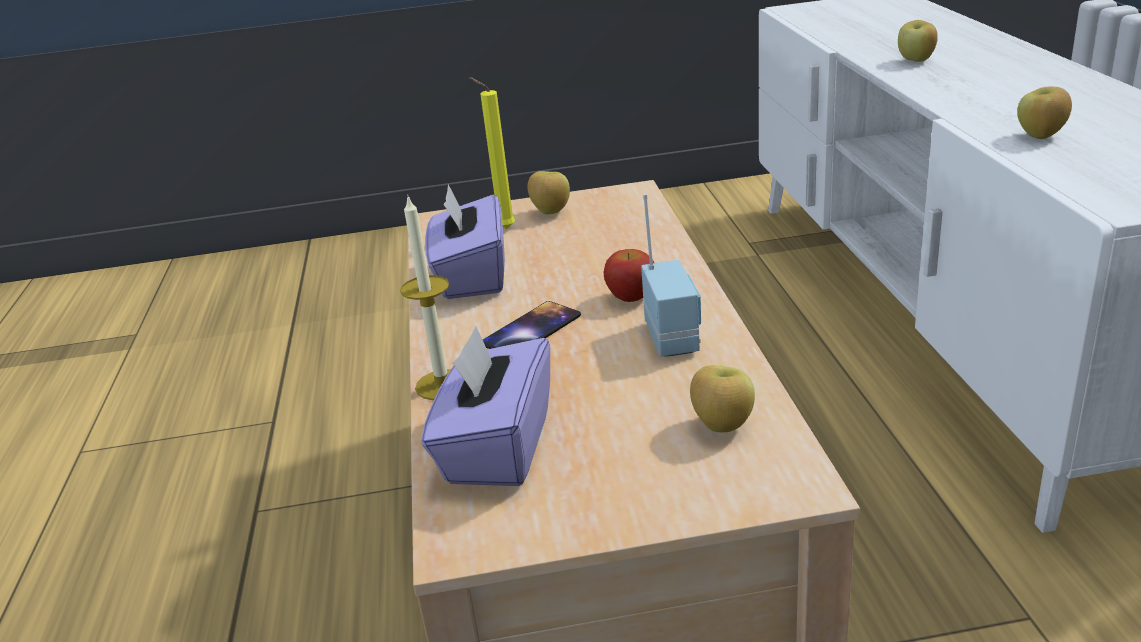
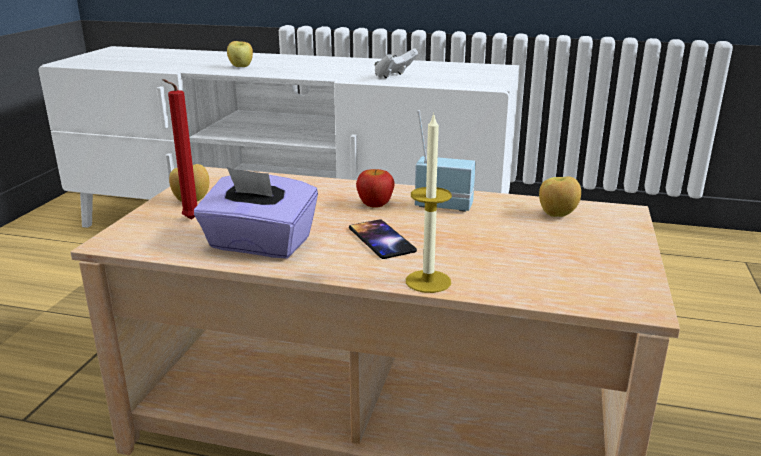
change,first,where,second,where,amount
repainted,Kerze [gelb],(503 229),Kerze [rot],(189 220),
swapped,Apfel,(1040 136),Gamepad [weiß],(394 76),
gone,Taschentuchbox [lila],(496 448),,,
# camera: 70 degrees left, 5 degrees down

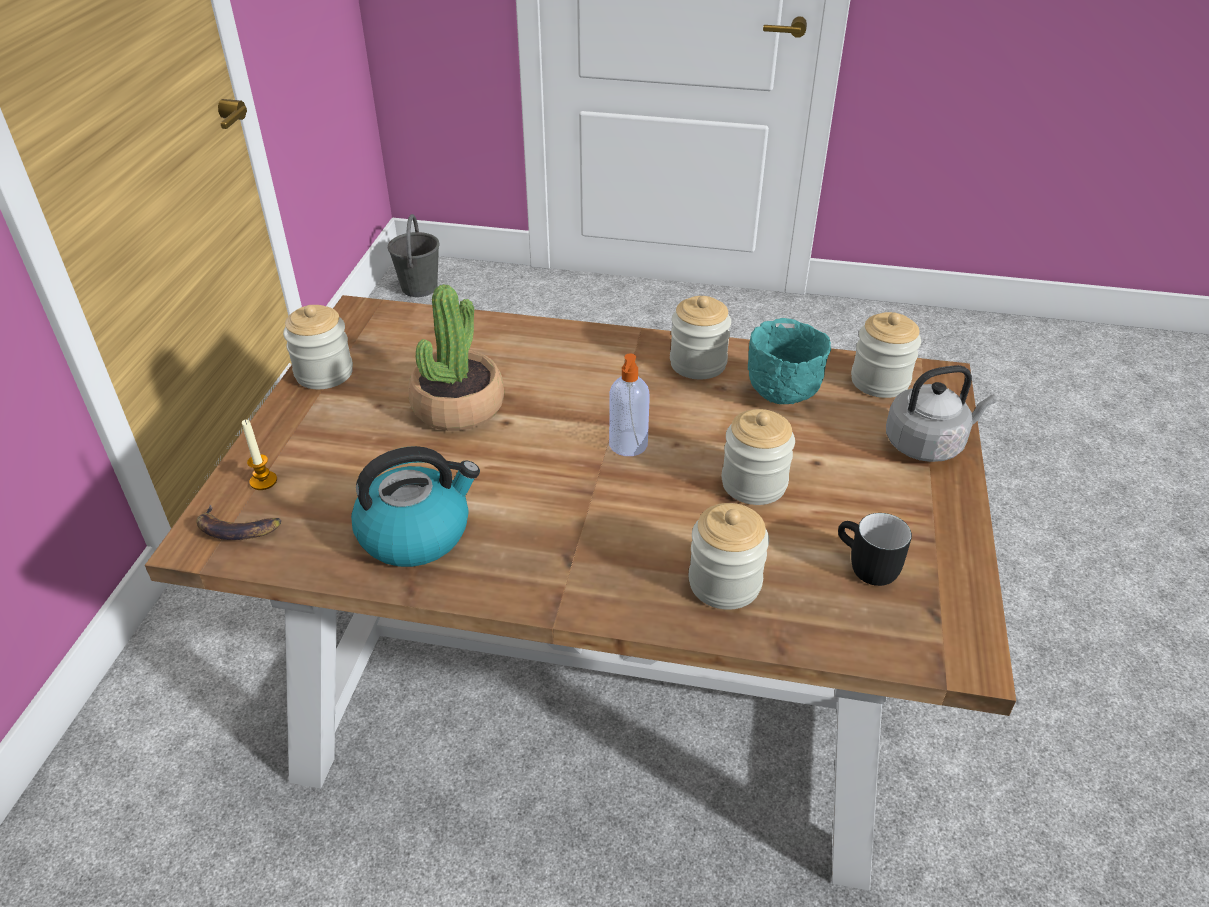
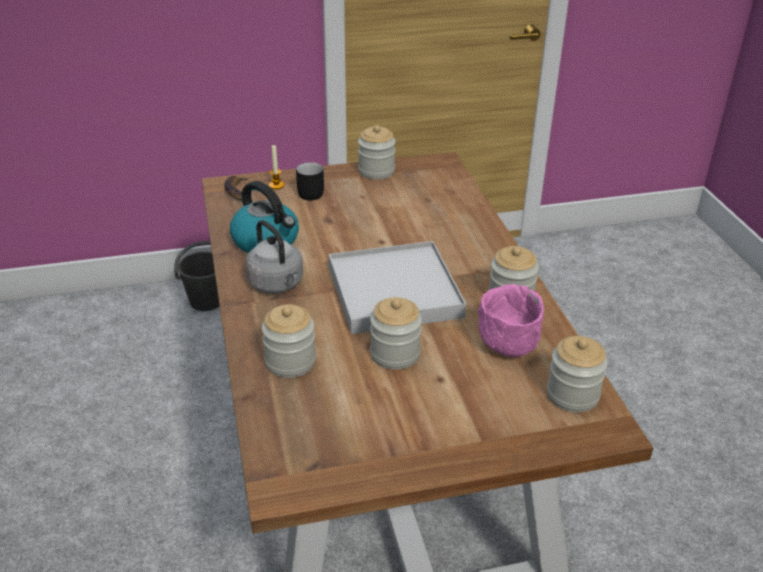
change,first,where,second,where,amount
shifted,Eimer [grau],(419 288),,(205 301),
gone,Topfpflanze,(458 406),,,
repainted,Schüssel [türkis],(781 394),Schüssel [rosa],(507 346),
swapped,Seifenspender,(628 445),Tablett [weiß],(394 292),
shifted,Wasserkessel [grau],(927 444),,(277 284),
shifted,Henkelbecher [schwarz],(865 567),,(310 192),
# camera: 65 degrees right, 5 degrees down

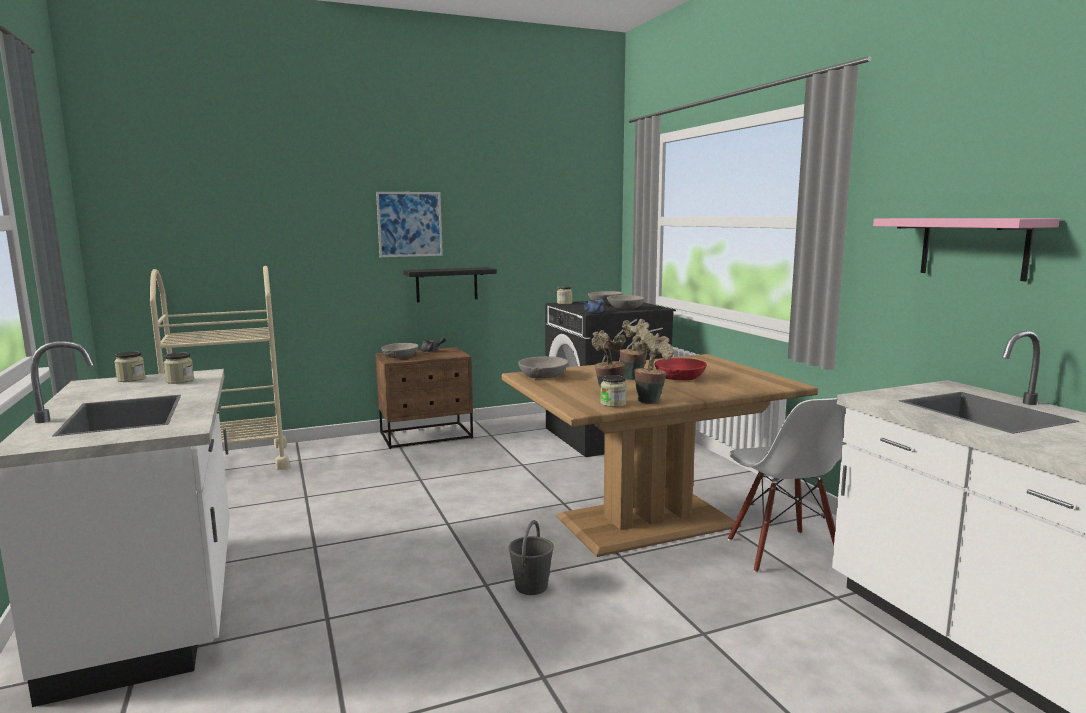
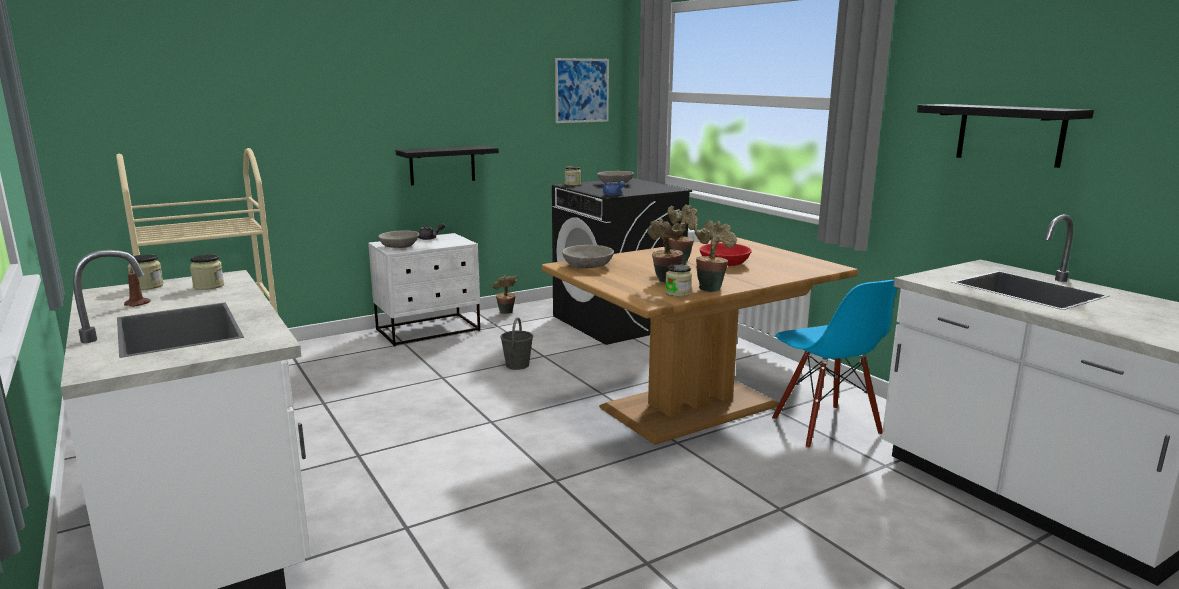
change,first,where,second,where,amount
shifted,Bild,(410 224),,(582 90),
repainted,Wandregal [rosa],(973 247),Wandregal [schwarz],(1010 134),
gone,Schüssel [grau],(625 308),,,
repainted,Nachttisch [braun],(427 436),Nachttisch [weiß],(429 330),
repainted,Stuhl [weiß],(782 551),Stuhl [blau],(825 427),
shifted,Eimer [grau],(531 587),,(517 365),
new,,,Kerze [braun],(138 303),
new,,,Topfpflanze,(506 313),
# camera: 10 degrees left, 5 degrees up

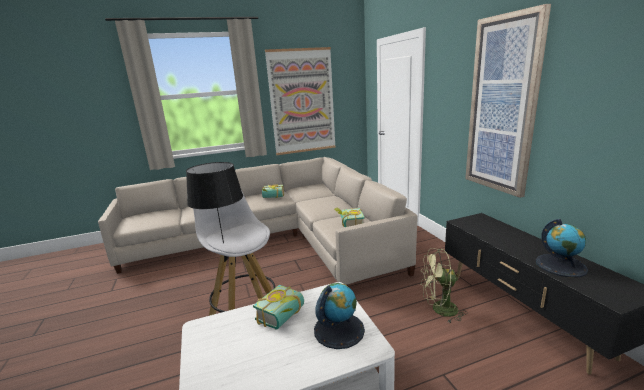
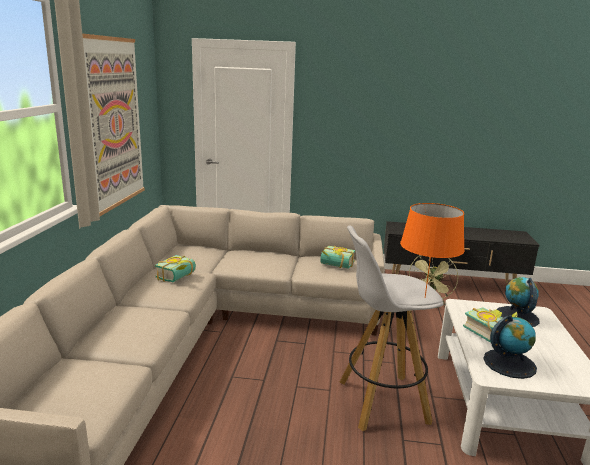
change,first,where,second,where,amount
gone,Bild,(502 106),,,
repainted,Tischlampe [schwarz],(223 243),Tischlampe [orange],(425 297),
shifted,Globus,(561 265),,(509 363),
# camera: 65 degrees left, 0 degrees up

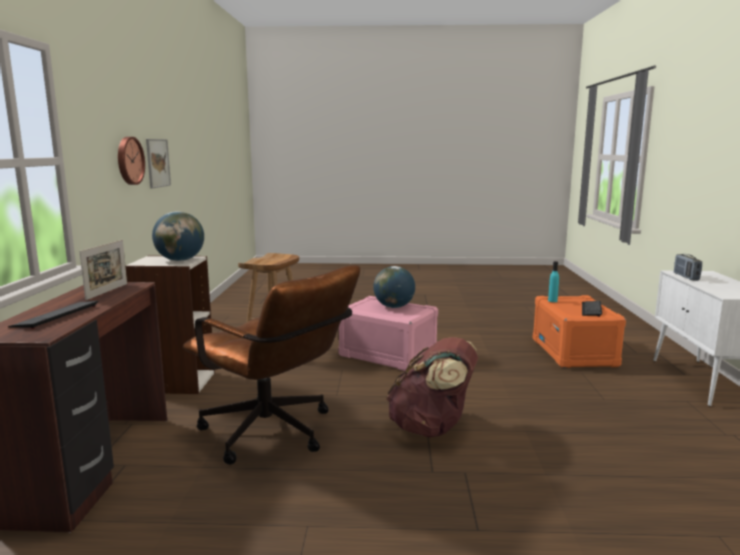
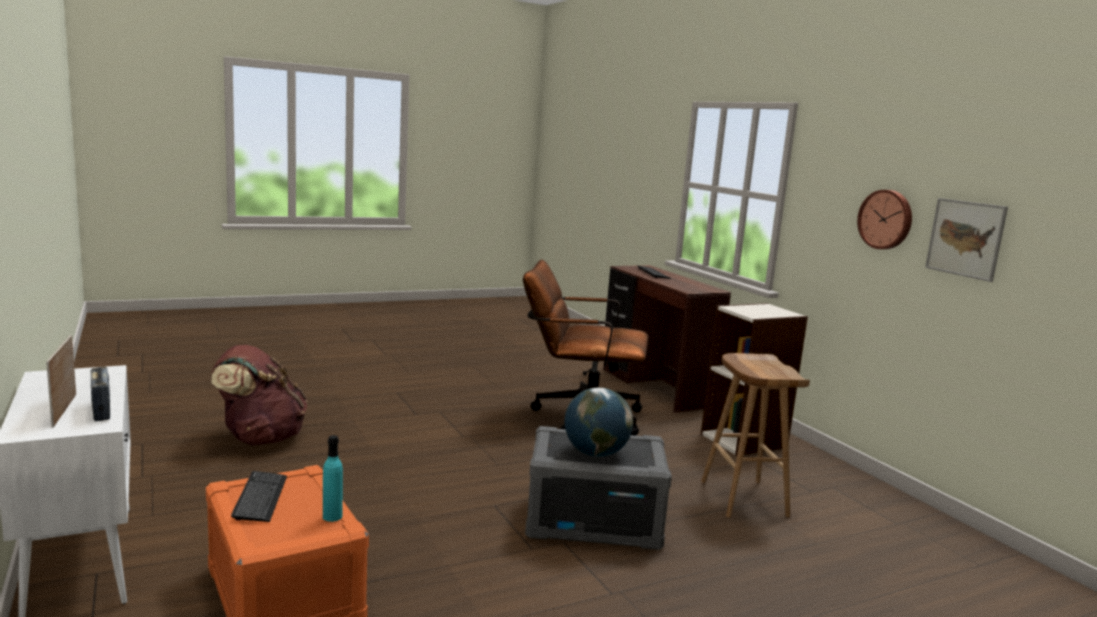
change,first,where,second,where,amount
gone,Globus,(180 260),,,
shifted,Bilderrahmen,(107 291),,(64 410),
repainted,Aufbewahrungsbox [rosa],(387 355),Aufbewahrungsbox [grau],(594 520),
shifted,Rucksack [braun],(432 428),,(260 438),
# camera: 150 degrees right, 0 degrees up

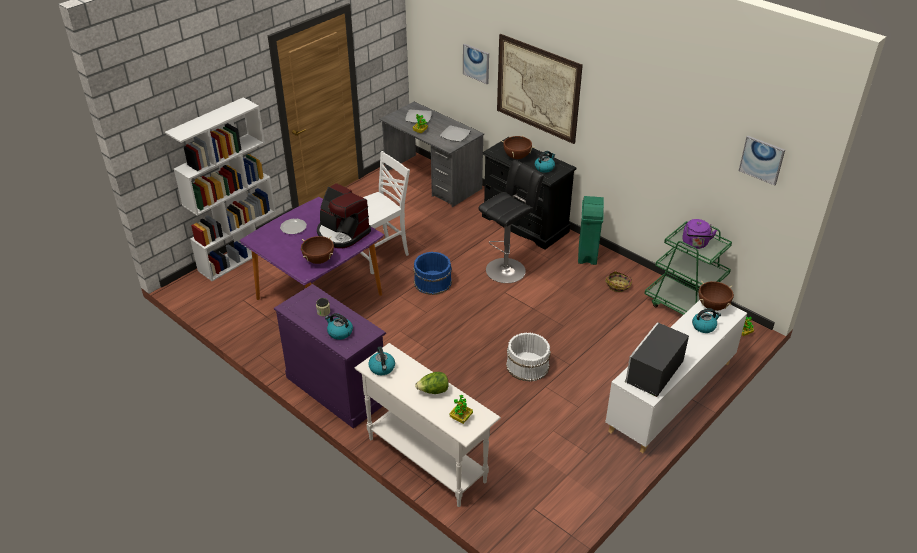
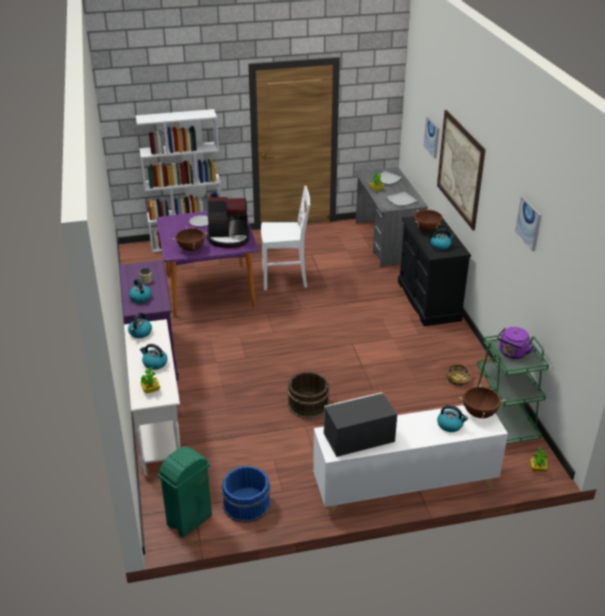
change,first,where,second,where,amount
shifted,Bild,(762 160),,(529 223),
gone,Hocker [schwarz],(507 269),,,
rotated,Kaffeemaschine,(342 233),,(229 237),75 degrees counterclockwise
shifted,Mülleimer [grün],(587 255),,(189 521),
shifted,Eimer [blau],(432 282),,(246 503),
repainted,Eimer [weiß],(527 366),Eimer [braun],(307 404),
swapped,Salatkopf,(433 391),Wasserkessel,(154 363),
# camera: 35 degrees right, 5 degrees down

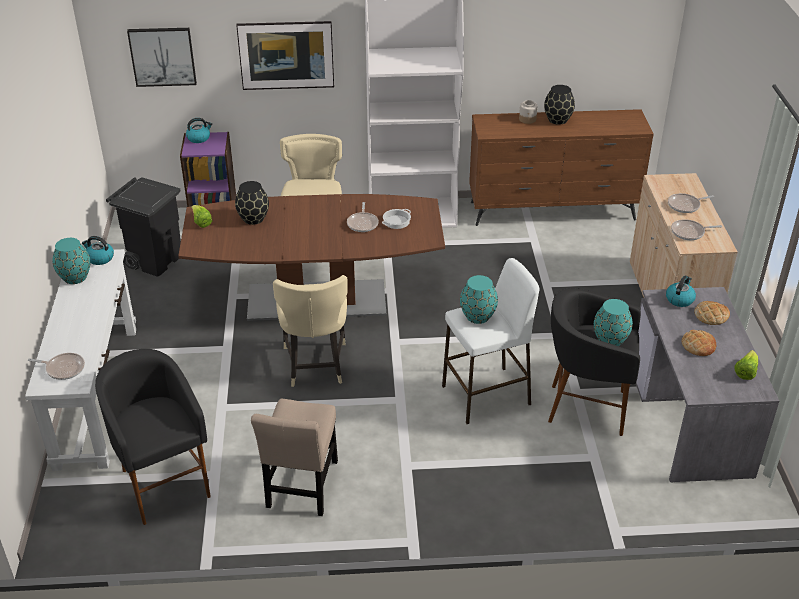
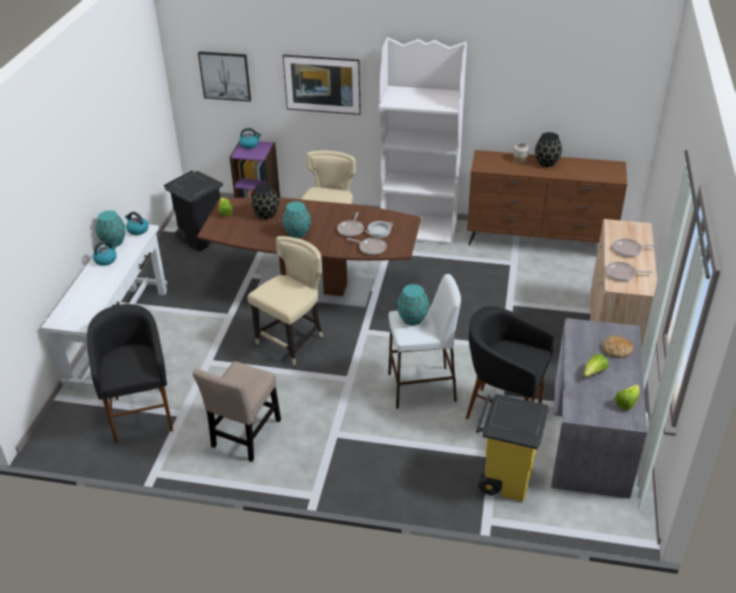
change,first,where,second,where,amount
rotated,Stuhl [beige],(315 365),,(292 340),150 degrees counterclockwise
shifted,Wasserkessel,(679 299),,(106 260),
shifted,Vase [türkis],(609 340),,(297 233),
swapped,Brot,(698 346),Salatkopf,(593 373),
shifted,Pfanne,(63 368),,(371 248),
new,,,Mülleimer [gelb],(505 478),
# camera: 15 degrees right, 0 degrees up

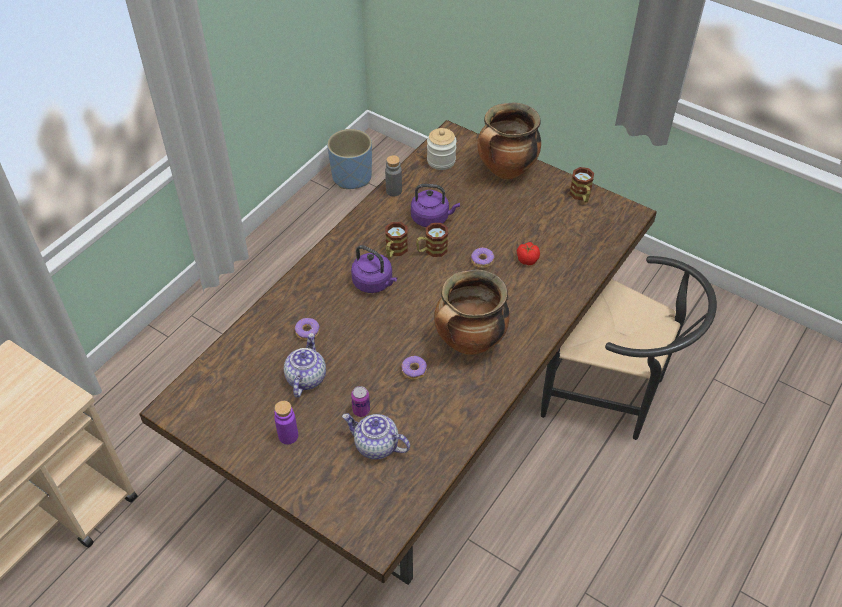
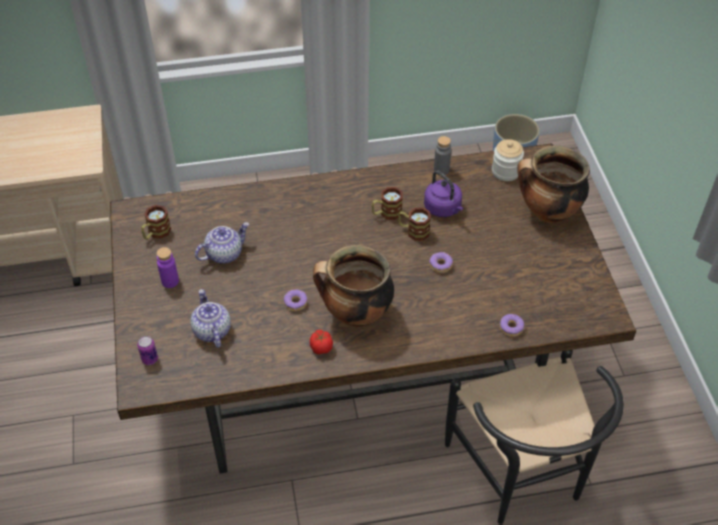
change,first,where,second,where,amount
shifted,Henkelbecher,(581 196),,(156 233),
shifted,Tomate,(527 259),,(321 347),
gone,Wasserkessel [lila],(374 283),,,
shifted,Donut,(307 332),,(511 328),
shifted,Dose,(361 410),,(150 359),
# camera: 45 degrees right, 0 degrees up

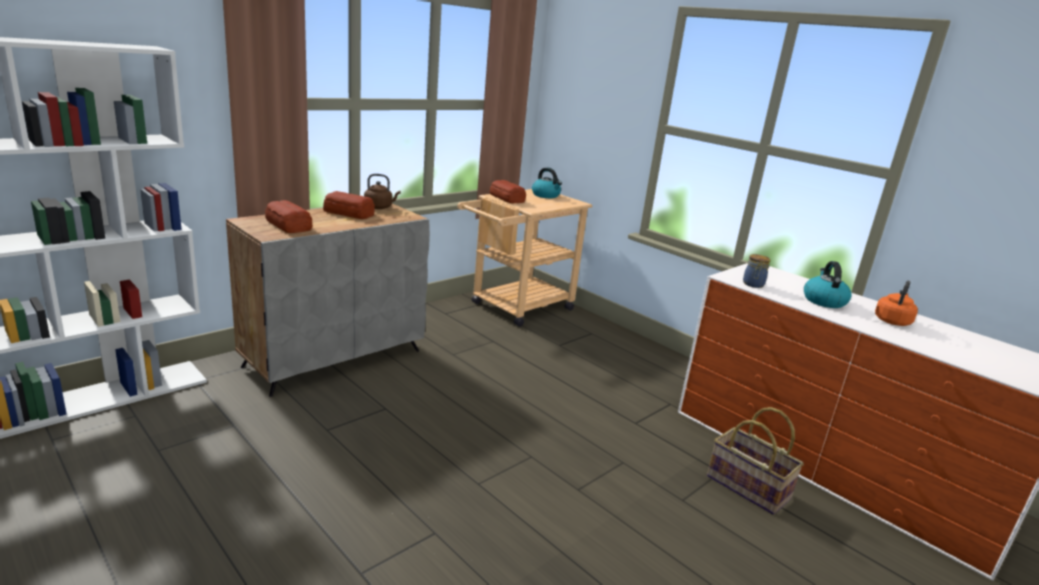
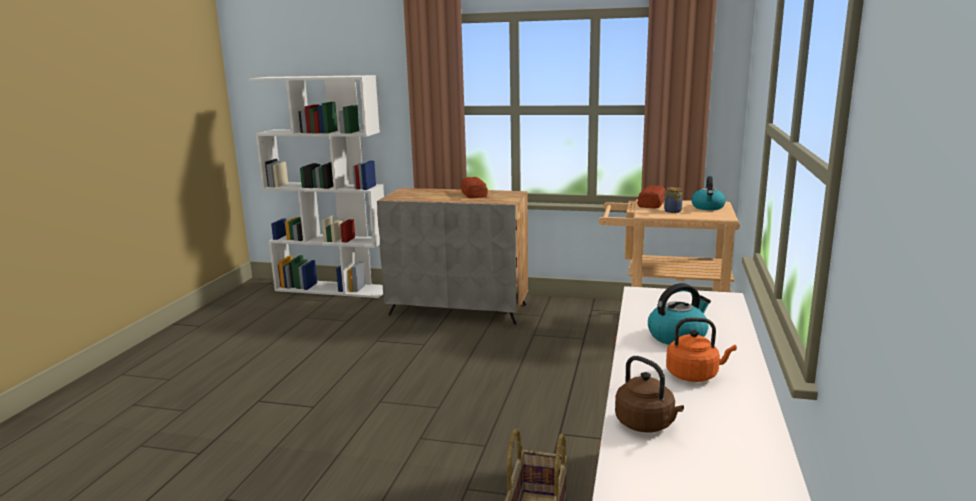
change,first,where,second,where,amount
shifted,Wasserkessel [braun],(380 207),,(647 424),
gone,Brot,(288 225),,,
shifted,Vorratsglas,(753 285),,(671 211),
# camera: 60 degrees right, 5 degrees down

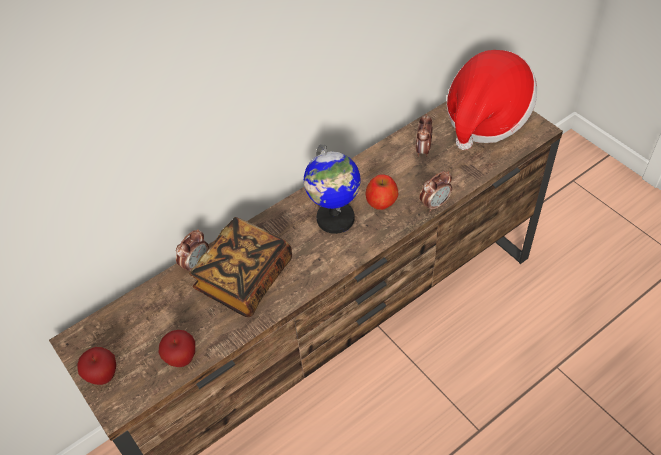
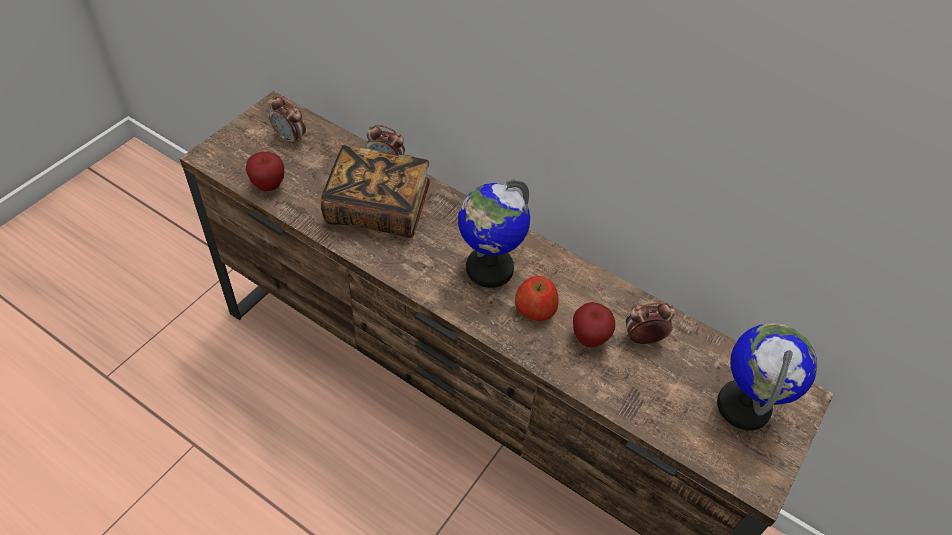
change,first,where,second,where,amount
swapped,Hut,(486 118),Globus,(744 406),
shifted,Wecker,(434 204),,(290 138),
shifted,Apfel,(103 376),,(589 338),
# camera: 65 degrees right, 0 degrees up

